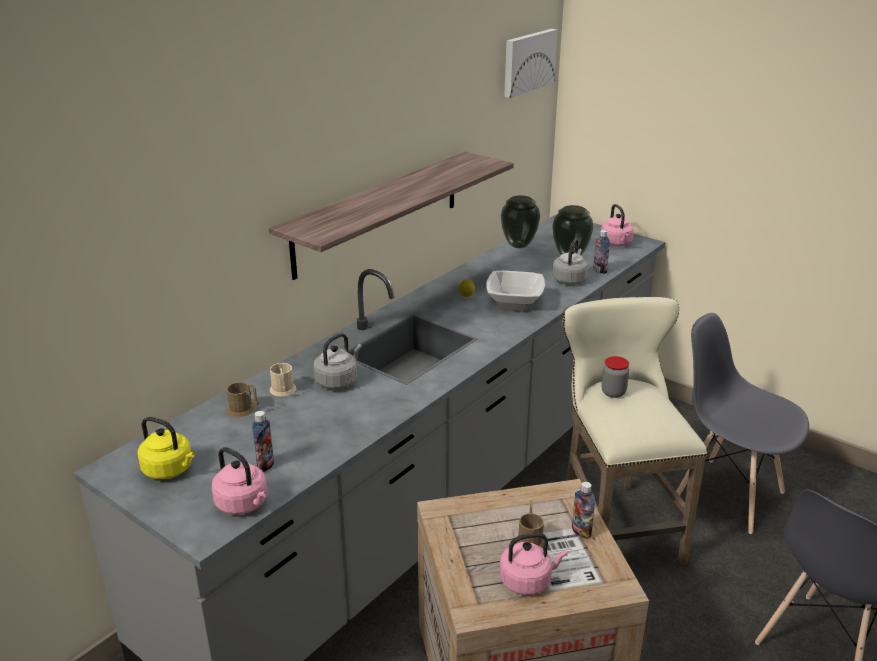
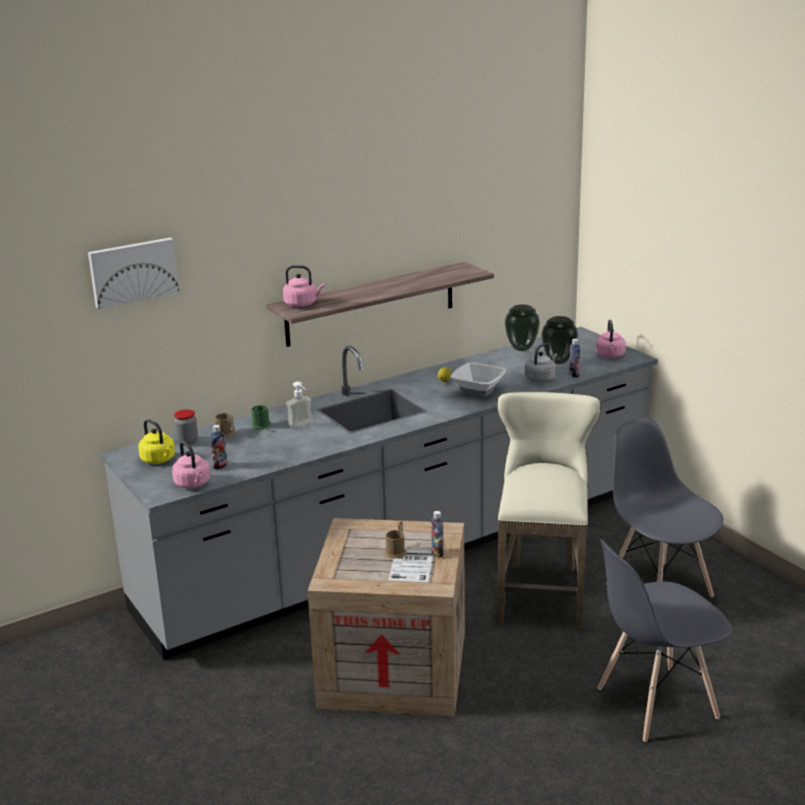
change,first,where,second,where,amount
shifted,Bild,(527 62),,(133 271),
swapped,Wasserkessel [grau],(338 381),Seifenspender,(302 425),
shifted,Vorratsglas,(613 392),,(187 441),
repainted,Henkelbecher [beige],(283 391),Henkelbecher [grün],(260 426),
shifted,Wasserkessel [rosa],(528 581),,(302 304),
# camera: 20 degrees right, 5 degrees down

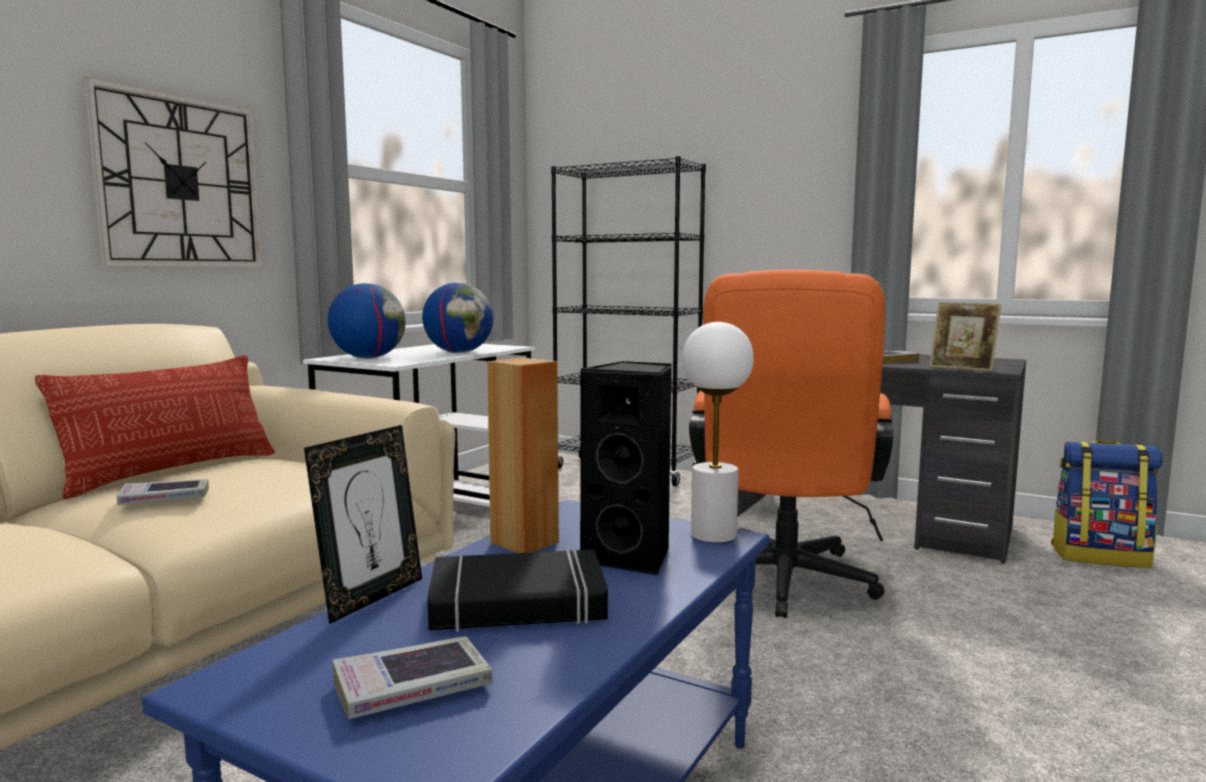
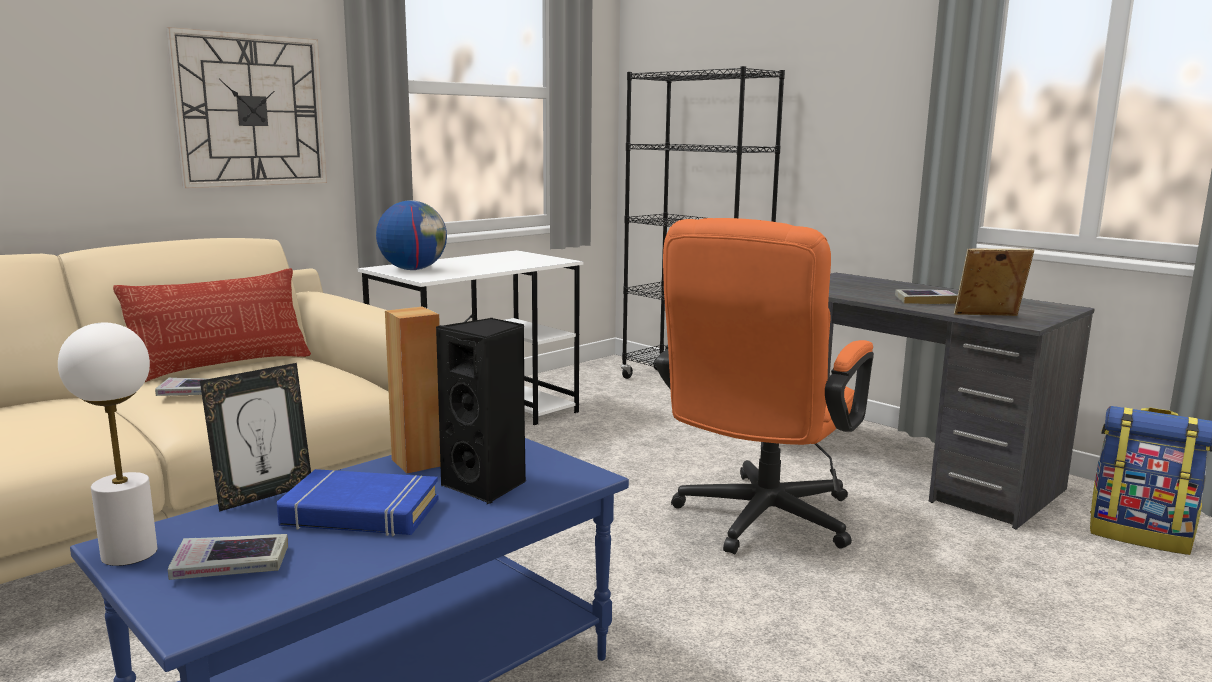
change,first,where,second,where,amount
gone,Globus,(459 352),,,
rotated,Bilderrahmen,(962 368),,(988 317),135 degrees clockwise
shifted,Tischlampe [weiß],(713 535),,(129 553),
repainted,Buch [schwarz],(517 603),Buch [blau],(360 513),
# camera: 15 degrees right, 5 degrees up

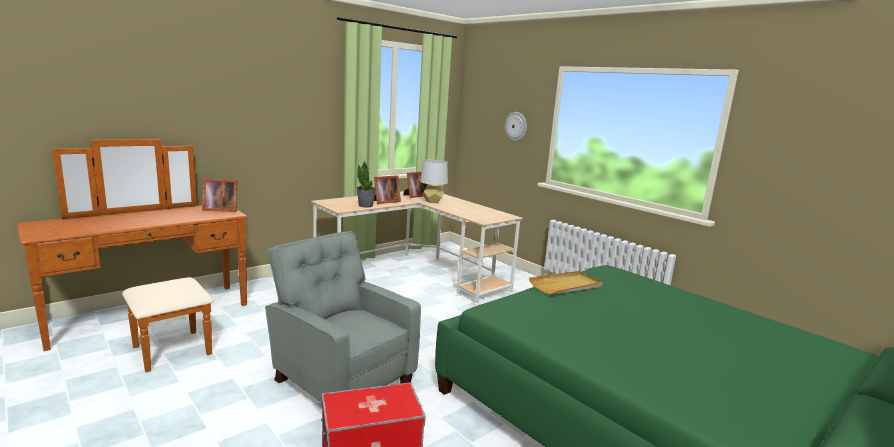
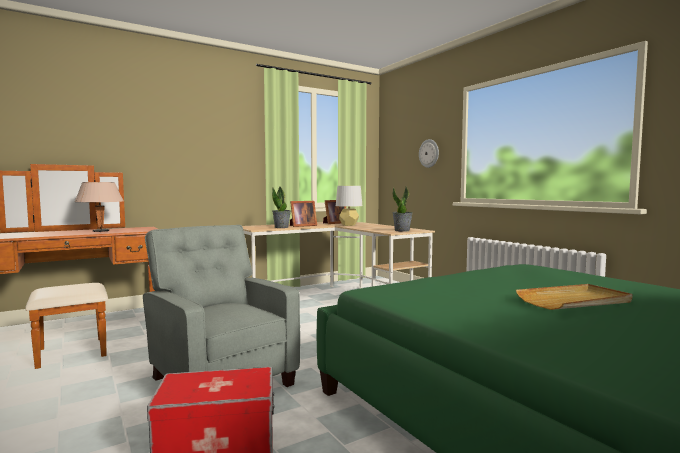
change,first,where,second,where,amount
gone,Bilderrahmen,(220 209),,,
shifted,Tablett [beige],(566 285),,(574 301),
new,,,Tischlampe [beige],(101 231),
new,,,Topfpflanze,(402 230),
# camera: 10 degrees right, 10 degrees down

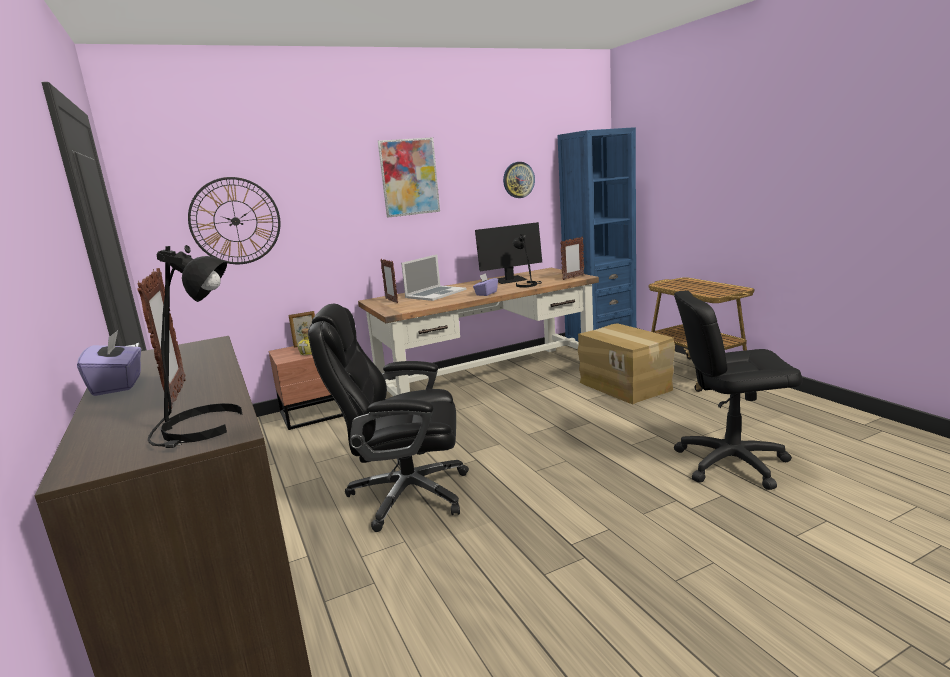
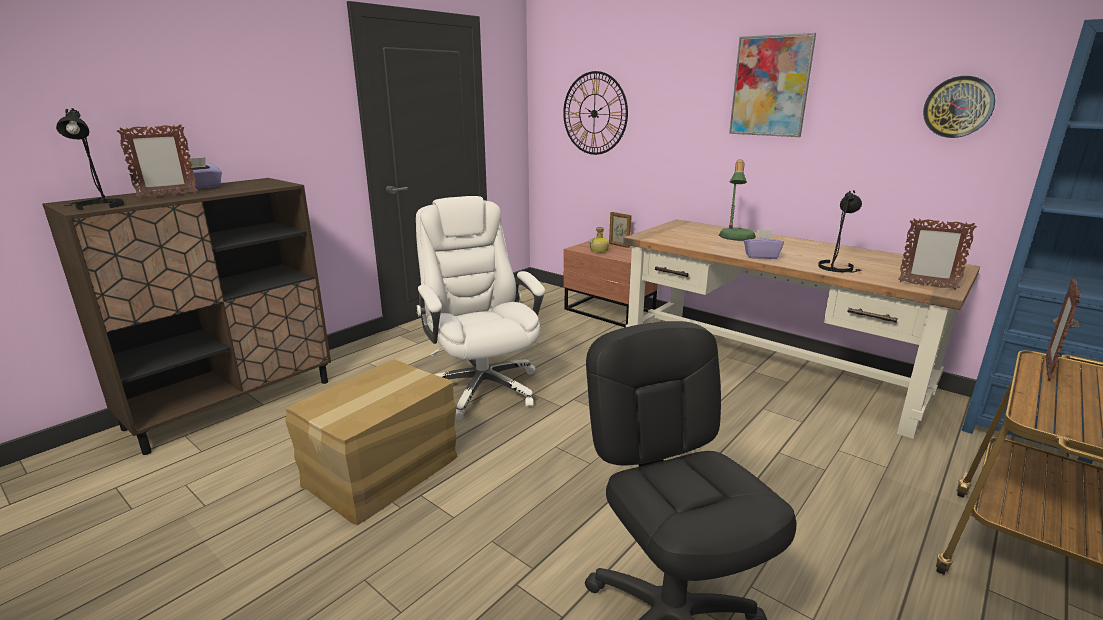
change,first,where,second,where,amount
gone,Monitor,(510 280),,,
swapped,Laptop,(435 293),Tischlampe,(735 238),
shifted,Bilderrahmen,(391 301),,(1048 368),
repainted,Bürostuhl [schwarz],(406 494),Bürostuhl [weiß],(482 387),
shifted,Karton,(625 386),,(383 472),
# camera: 65 degrees right, 5 degrees up

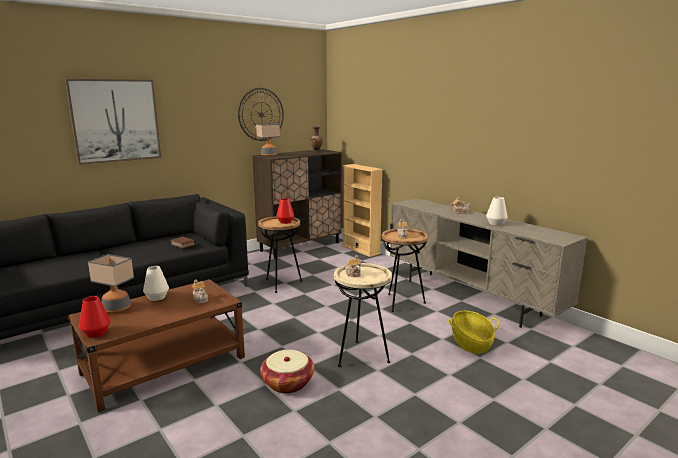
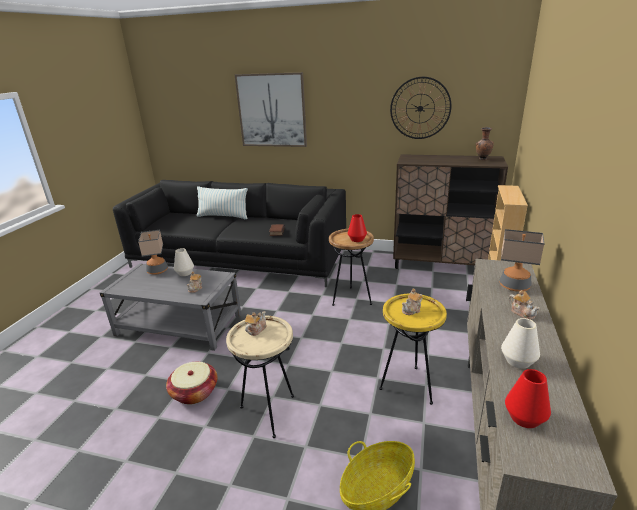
change,first,where,second,where,amount
shifted,Tischlampe,(269 155),,(514 286),
repainted,Beistelltisch [braun],(402 303),Beistelltisch [gelb],(409 386),
repainted,Couchtisch [braun],(164 365),Couchtisch [grau],(179 325),
shifted,Vase [rot],(96 333),,(524 418),
new,,,Kissen,(223 216),
# camera: 55 degrees right, 10 degrees up

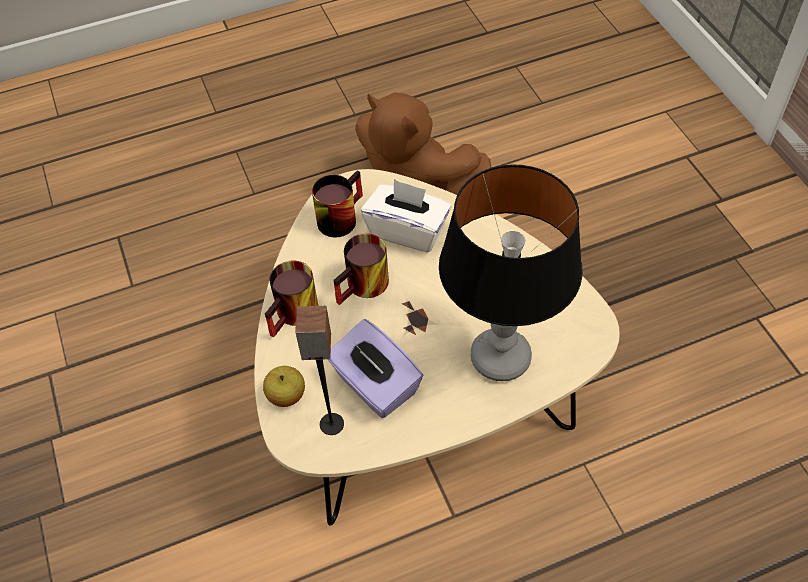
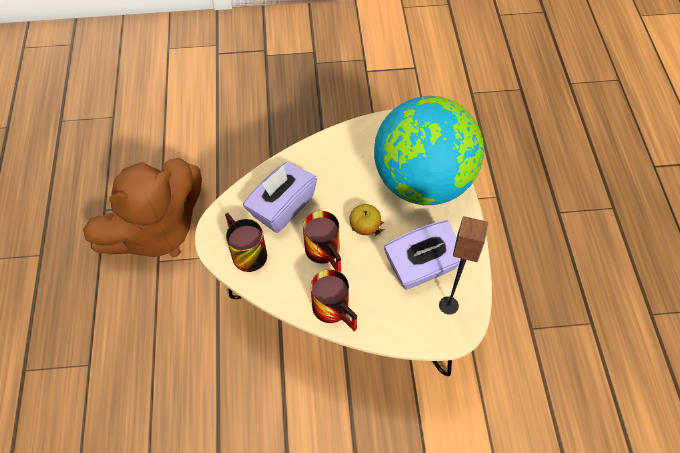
change,first,where,second,where,amount
swapped,Tischlampe,(500 358),Globus,(423 182),
repainted,Taschentuchbox [weiß],(407 231),Taschentuchbox [lila],(282 207),
shifted,Apfel,(286 395),,(364 227),
# camera: 75 degrees left, 5 degrees up

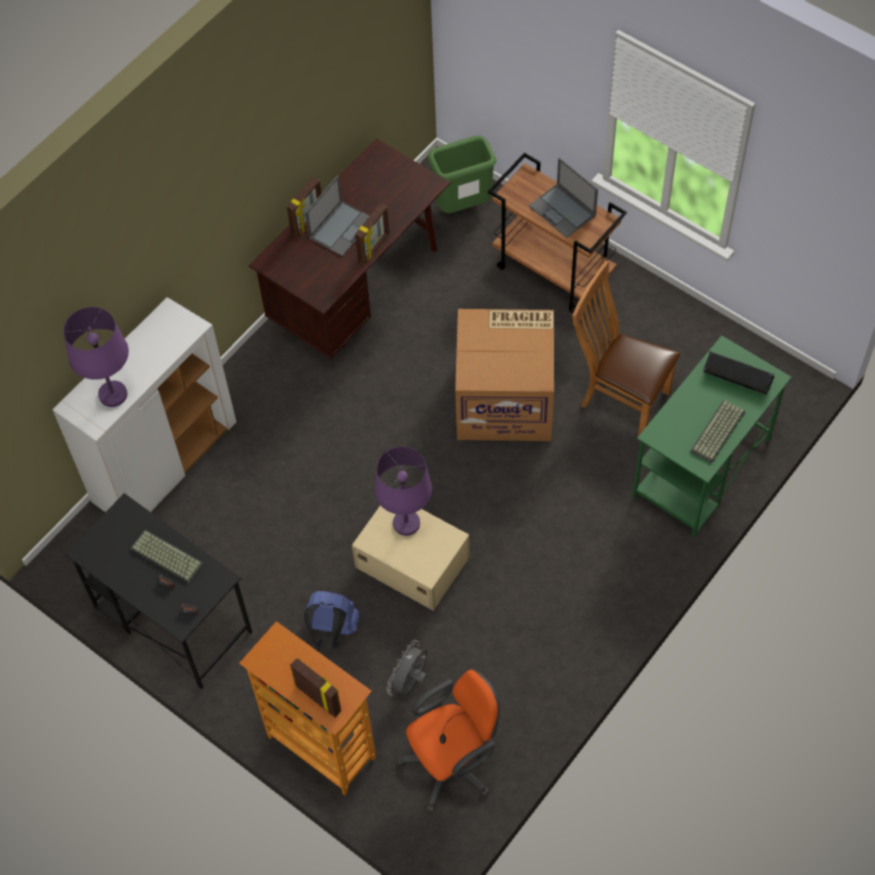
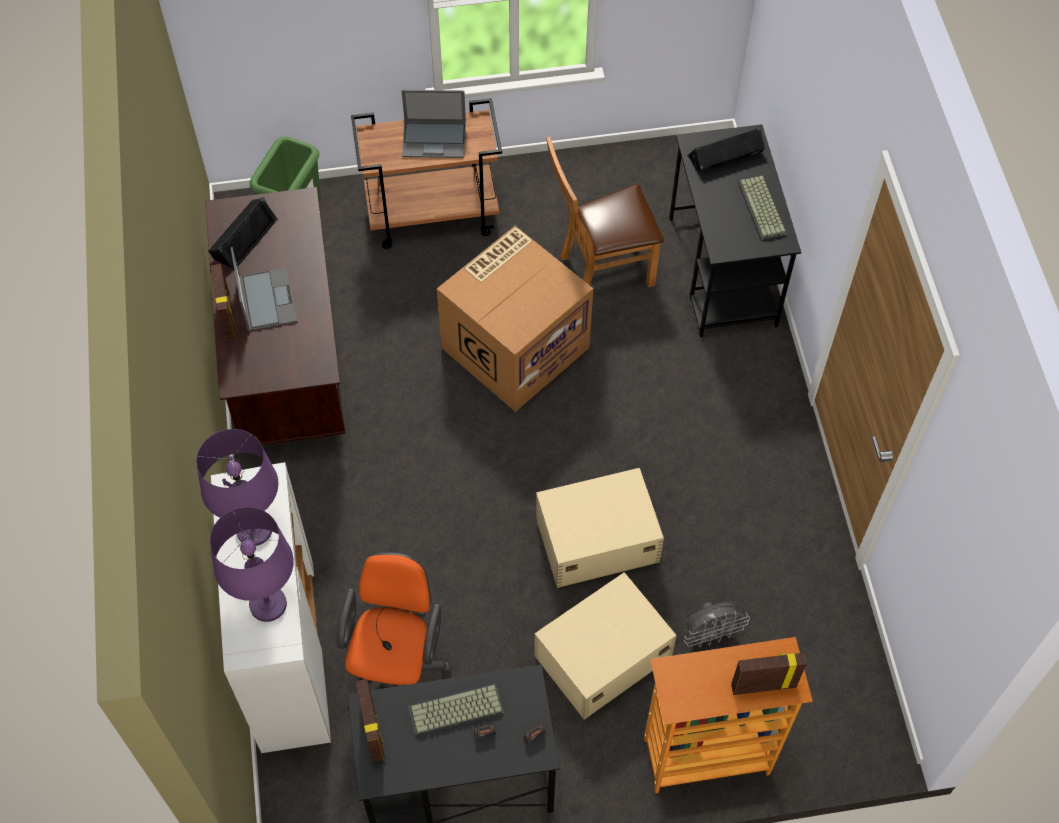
change,first,where,second,where,amount
shifted,Bilderrahmen,(374 248),,(373 731),
repainted,Schreibtisch [grün],(701 469),Schreibtisch [schwarz],(722 272),
shifted,Tischlampe [lila],(407 523),,(254 529),
swapped,Rucksack [blau],(332 631),Aufbewahrungsbox [beige],(601 656),
rotated,Ventilator [grau],(410 682),,(710 634),90 degrees counterclockwise
shifted,Bürostuhl [orange],(454 763),,(397 669),
new,,,Lautsprecher [schwarz],(243 237),
# camera: 50 degrees left, 0 degrees up

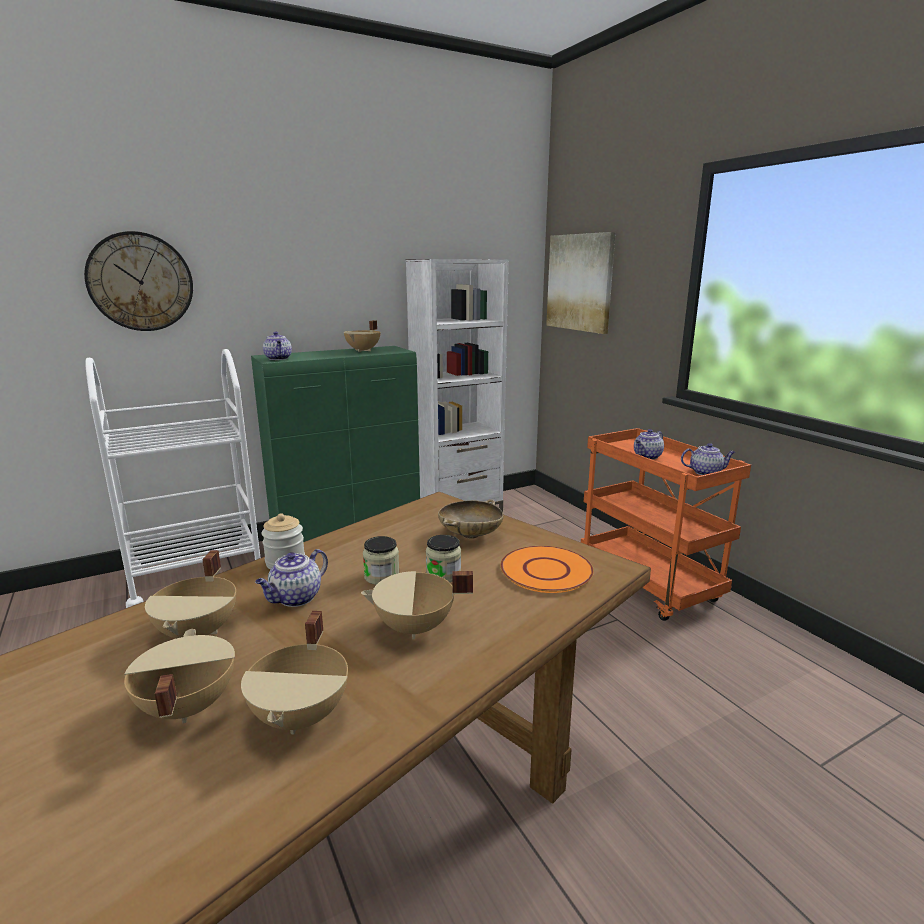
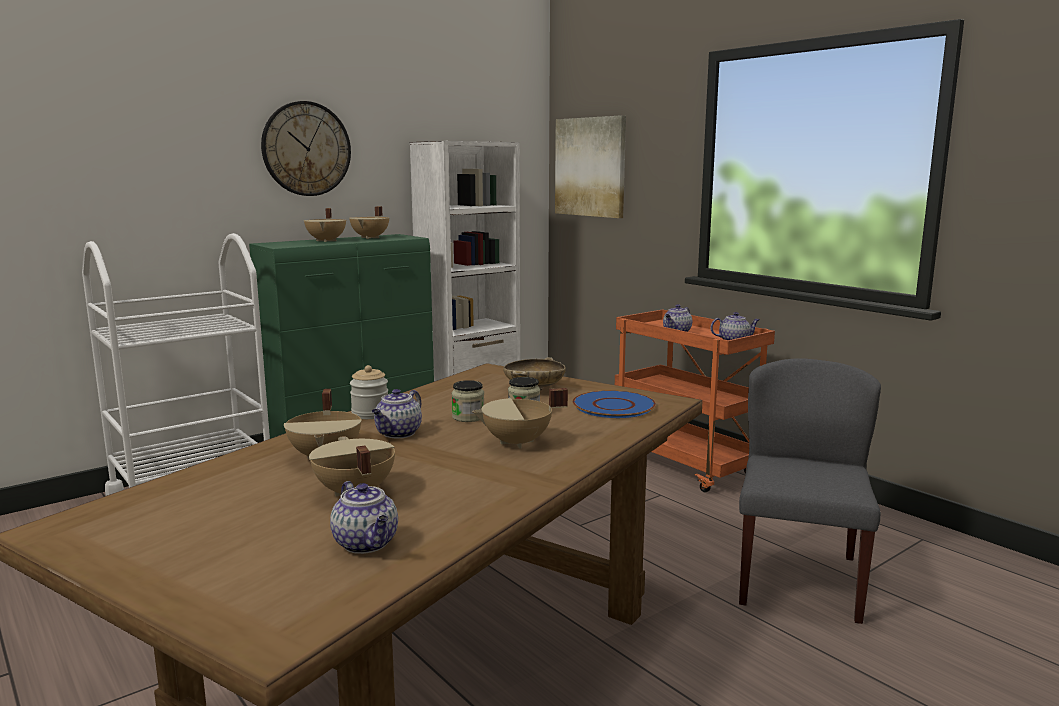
change,first,where,second,where,amount
shifted,Wanduhr,(140 282),,(306 149),
shifted,Teekanne,(278 358),,(367 544),
repainted,Teller [orange],(546 570),Teller [blau],(613 406),
shifted,Kochtopf [beige],(302 716),,(327 241),
new,,,Stuhl [grau],(798 579),
# camera: 10 degrees left, 5 degrees down

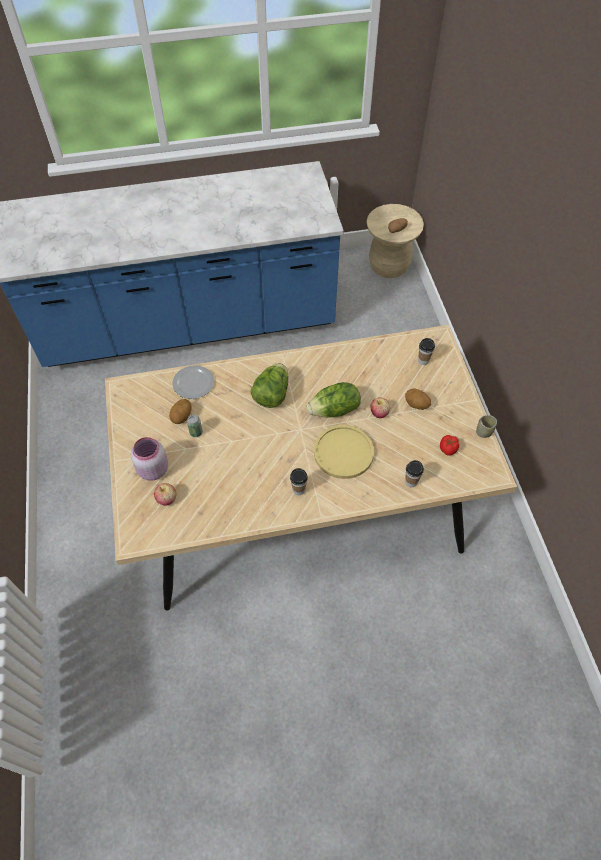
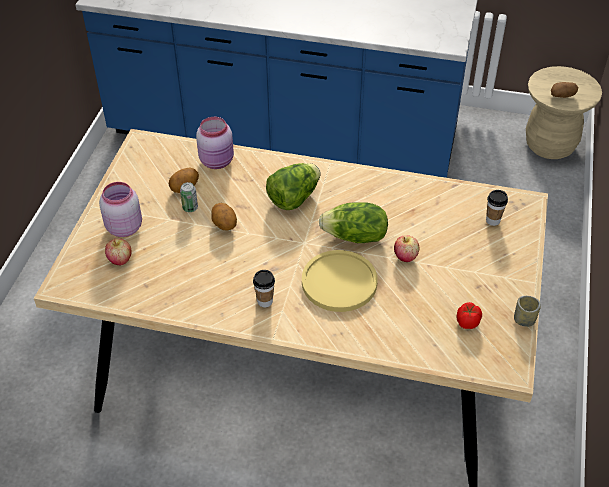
change,first,where,second,where,amount
swapped,Teller,(194 383),Vorratsglas [rosa],(218 161),
shifted,Kartoffel,(416 405),,(224 225),
gone,Tasse,(411 482),,,
# camera: 25 degrees right, 10 degrees down

